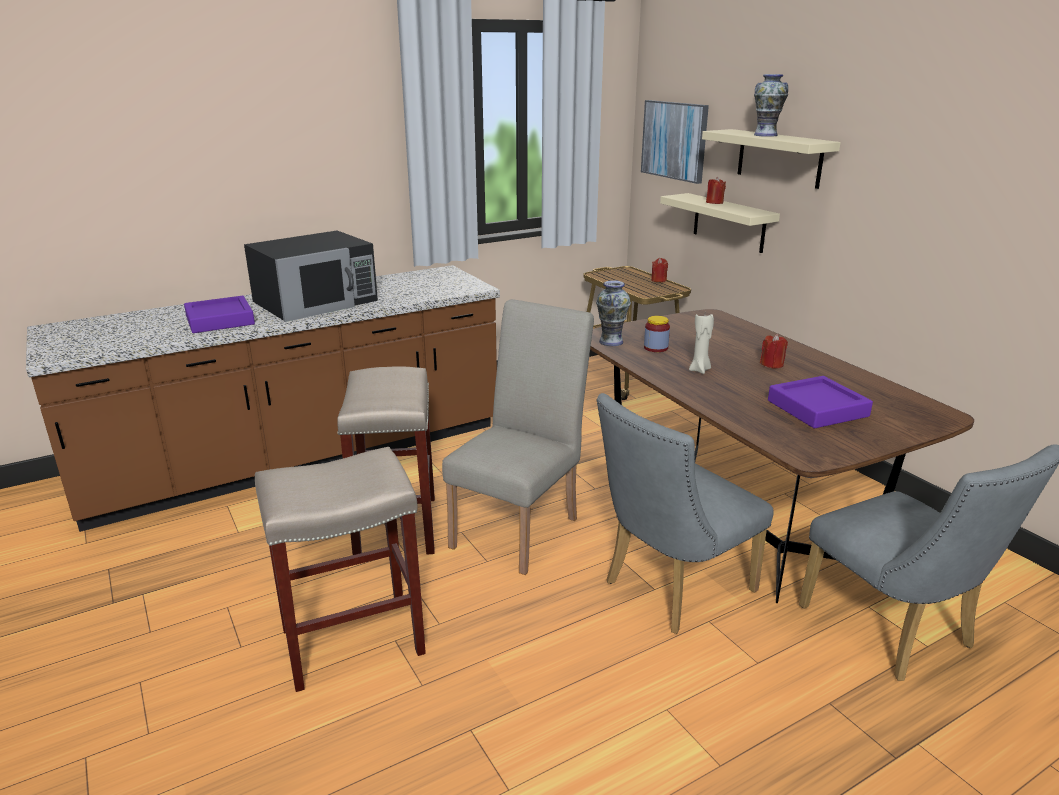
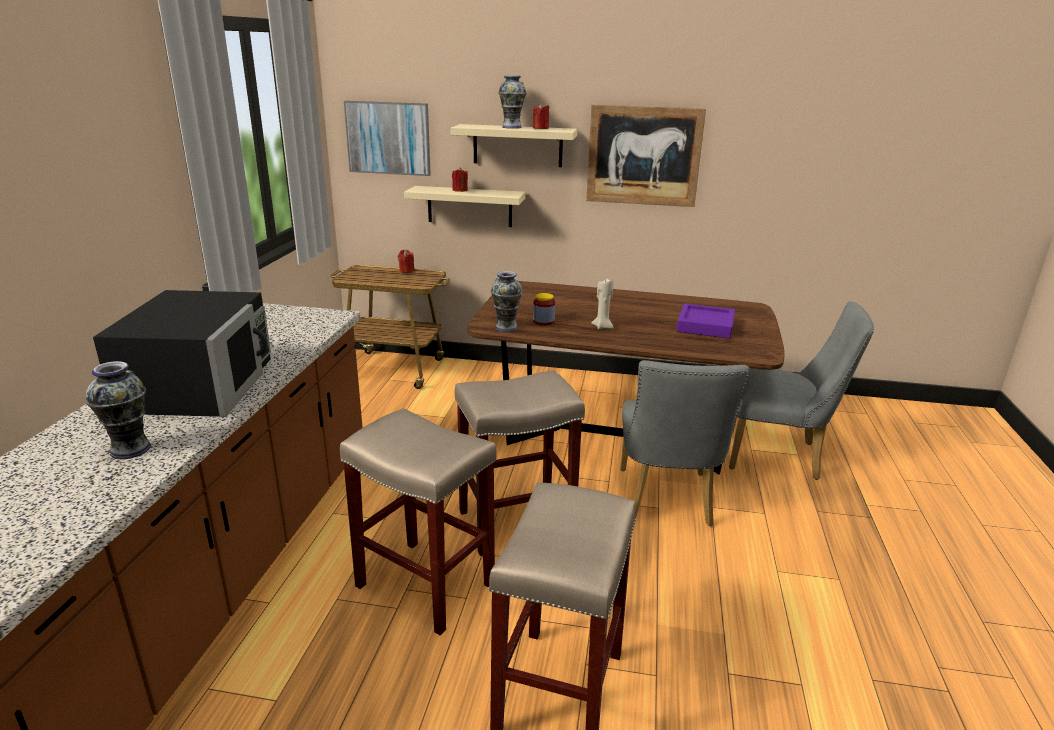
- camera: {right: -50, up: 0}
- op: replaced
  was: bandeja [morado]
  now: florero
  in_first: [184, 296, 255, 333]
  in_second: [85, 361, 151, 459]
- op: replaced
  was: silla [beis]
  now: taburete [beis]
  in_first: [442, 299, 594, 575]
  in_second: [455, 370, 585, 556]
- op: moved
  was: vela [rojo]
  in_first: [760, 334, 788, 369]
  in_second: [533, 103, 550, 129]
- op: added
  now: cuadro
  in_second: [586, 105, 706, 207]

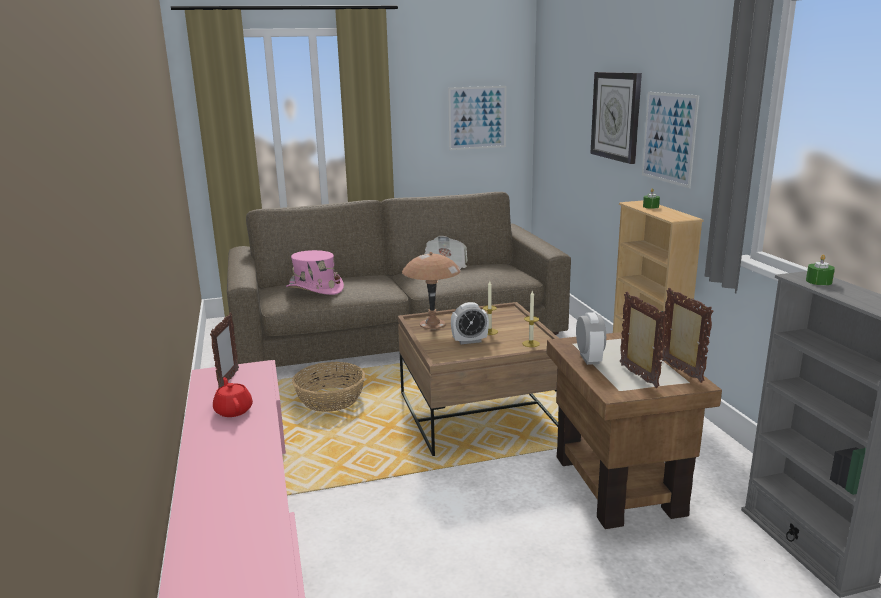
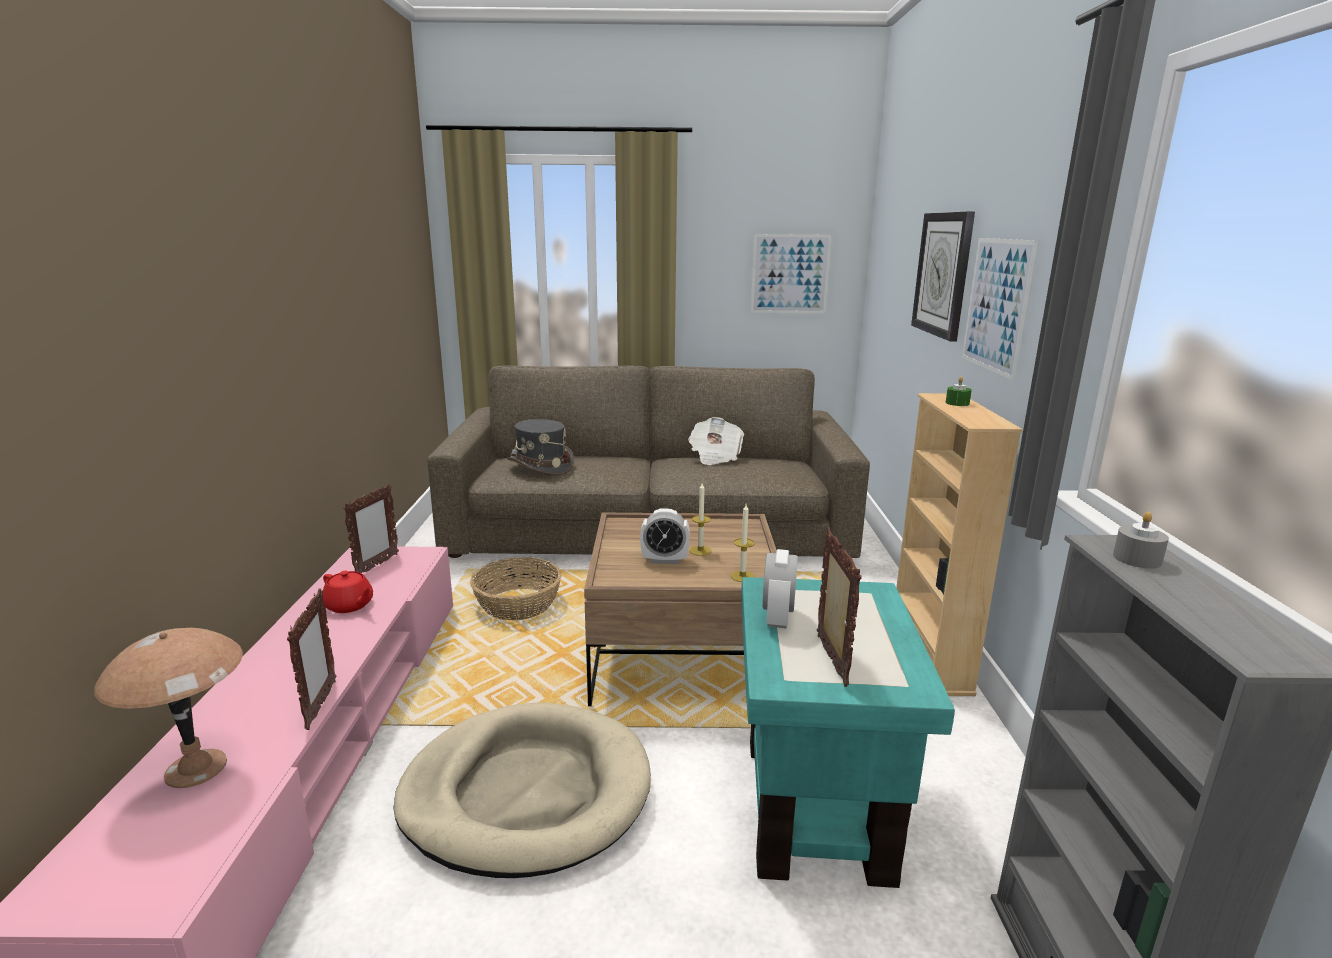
- camera: {right: 15, up: 0}
- op: recoloured
  was: sombrero [rosa]
  now: sombrero [gris]
  in_first: [286, 250, 344, 295]
  in_second: [507, 419, 575, 476]
- op: moved
  was: lámpara de mesa [marrón]
  in_first: [402, 252, 461, 329]
  in_second: [94, 628, 243, 788]
- op: recoloured
  was: vela [verde]
  now: vela [gris]
  in_first: [806, 254, 835, 285]
  in_second: [1113, 512, 1169, 569]
- op: moved
  was: portarretratos
  in_first: [662, 288, 714, 383]
  in_second: [287, 589, 336, 730]
- op: recoloured
  was: mesa auxiliar [marrón]
  now: mesa auxiliar [turquesa]
  in_first: [547, 332, 722, 529]
  in_second: [741, 577, 955, 888]
- op: turned
  was: tetera [rojo]
  in_first: [213, 377, 253, 417]
  in_second: [323, 571, 373, 613]
  clockwise: 135
- op: added
  now: cama para perro [beis]
  in_second: [393, 703, 651, 878]

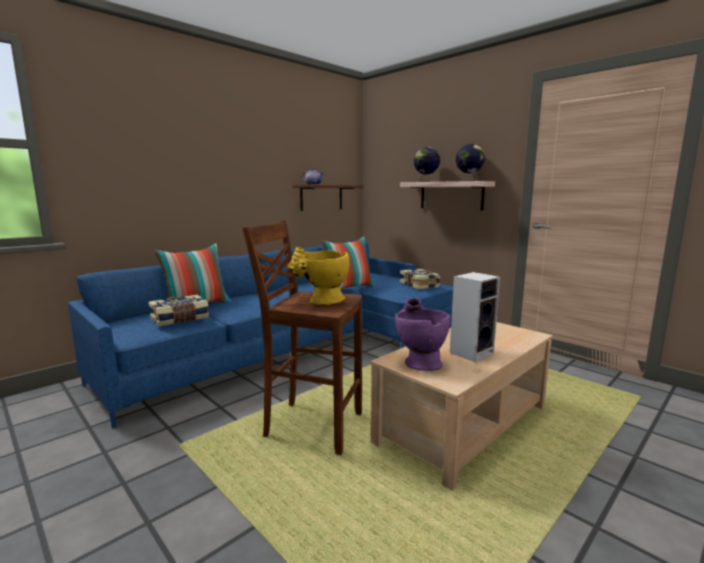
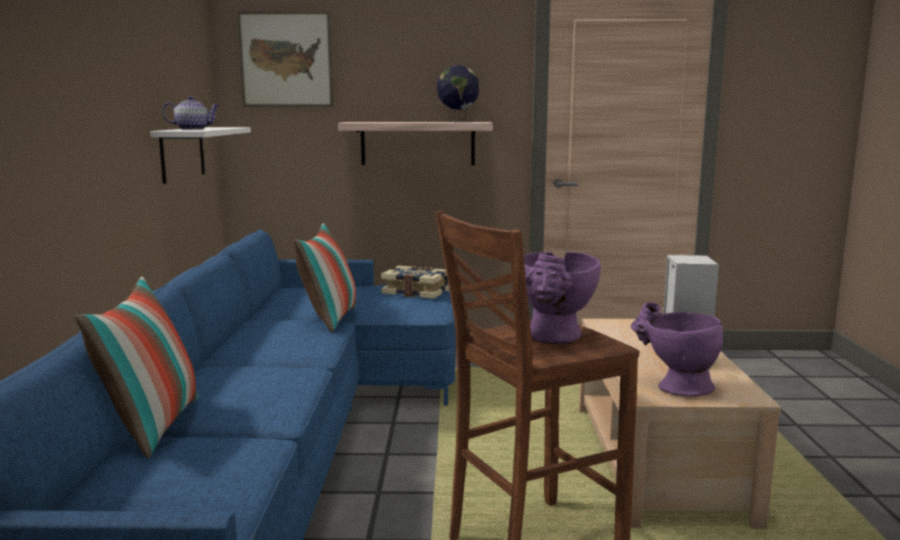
- camera: {right: -45, up: 0}
- op: removed
  was: globo terráqueo
  in_first: [414, 147, 440, 182]
- op: recoloured
  was: estante [marrón]
  now: estante [blanco]
  in_first: [292, 185, 364, 211]
  in_second: [150, 127, 251, 184]
- op: recoloured
  was: florero [amarillo]
  now: florero [morado]
  in_first: [287, 247, 349, 306]
  in_second: [524, 252, 601, 345]
- op: removed
  was: libro
  in_first: [148, 295, 209, 326]
- op: added
  now: cuadro
  in_second: [237, 11, 334, 107]

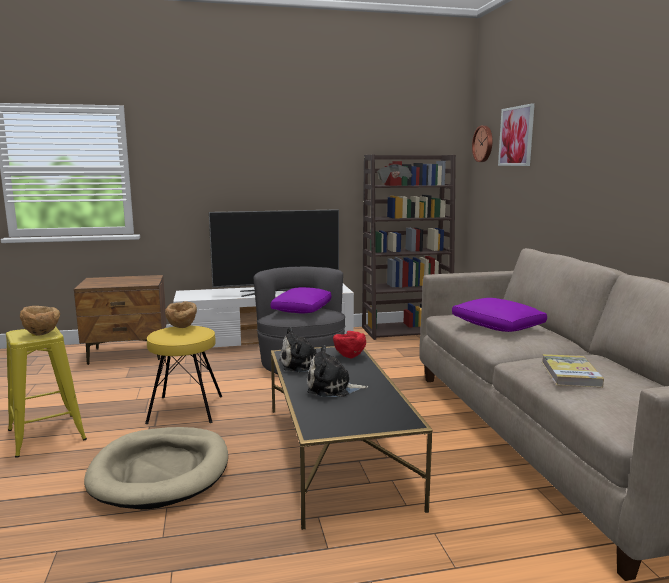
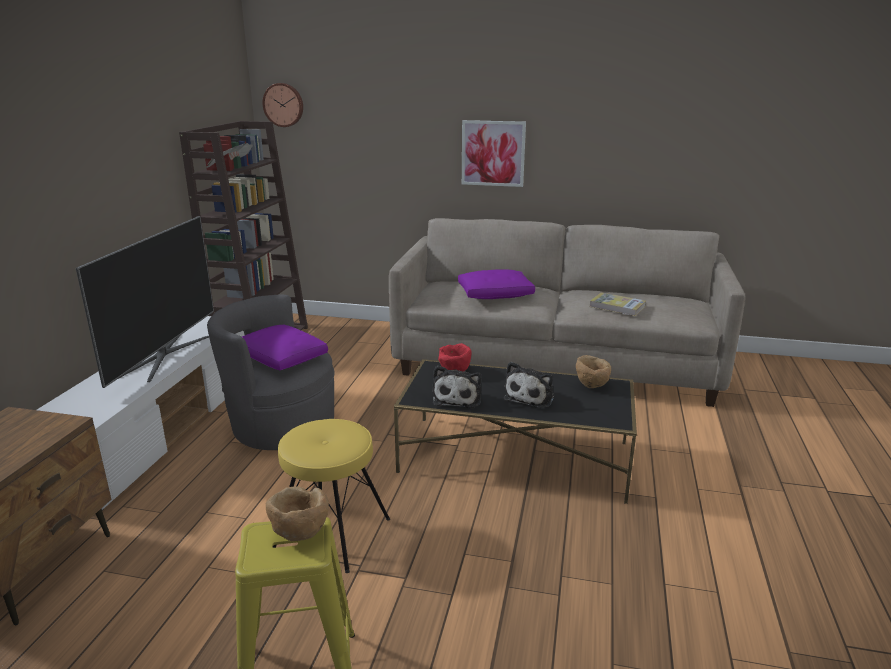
- camera: {right: -65, up: 10}
- op: moved
  was: cuadro
  in_first: [498, 103, 535, 166]
  in_second: [462, 120, 526, 187]
- op: moved
  was: cuenco [marrón]
  in_first: [165, 301, 197, 328]
  in_second: [576, 355, 611, 388]
- op: removed
  was: cama para perro [beis]
  in_first: [84, 427, 228, 510]

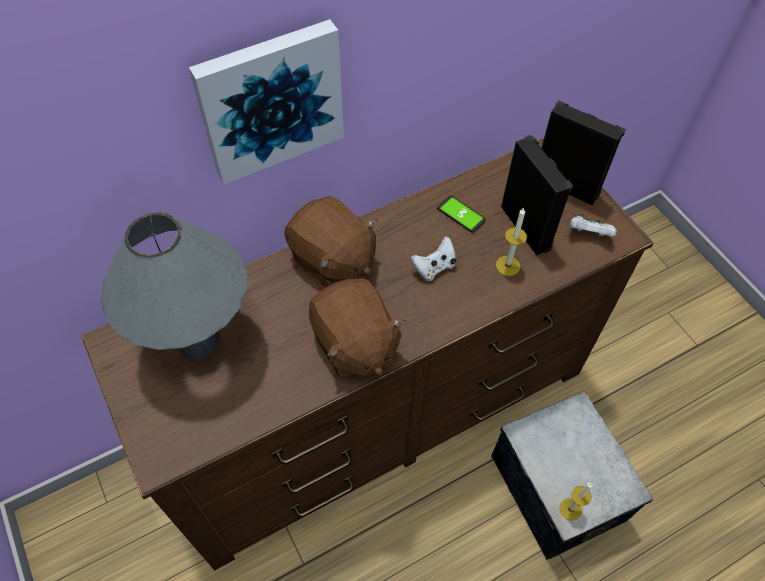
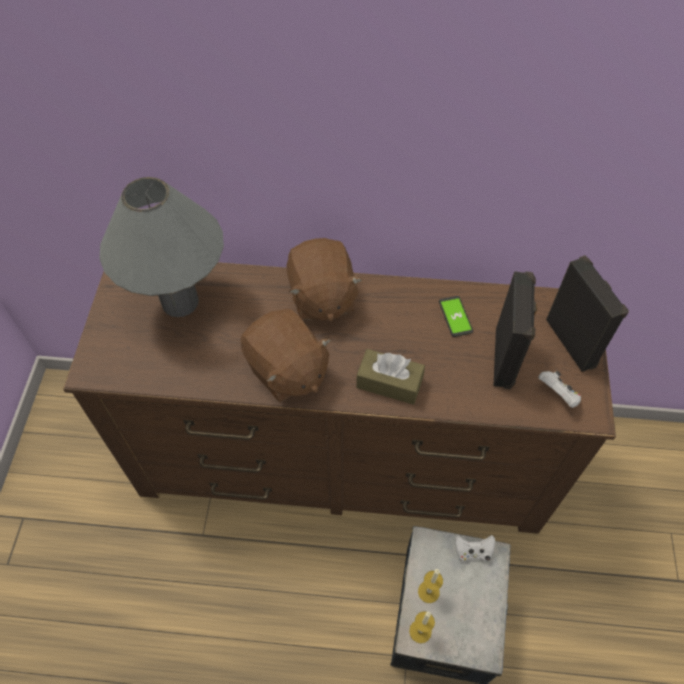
- camera: {right: 35, up: 0}
- op: removed
  was: cuadro
  in_first: [189, 19, 344, 184]
- op: moved
  was: vela
  in_first: [496, 207, 527, 276]
  in_second: [418, 569, 443, 603]
- op: moved
  was: mando de consola [blanco]
  in_first: [411, 237, 456, 281]
  in_second: [455, 535, 495, 562]
- op: turned
  was: peluche [marrón]
  in_first: [309, 279, 405, 378]
  in_second: [241, 309, 331, 402]
  clockwise: -45
- op: added
  now: caja de pañuelos [marrón]
  in_second: [356, 349, 425, 405]

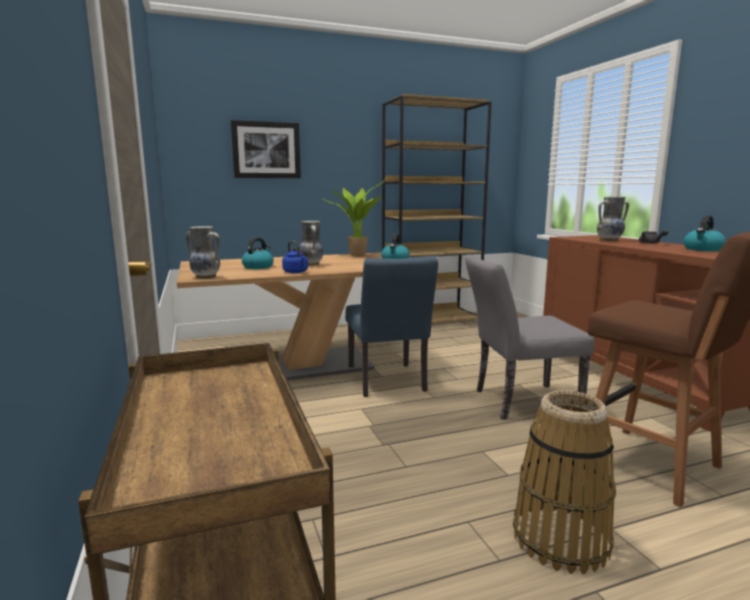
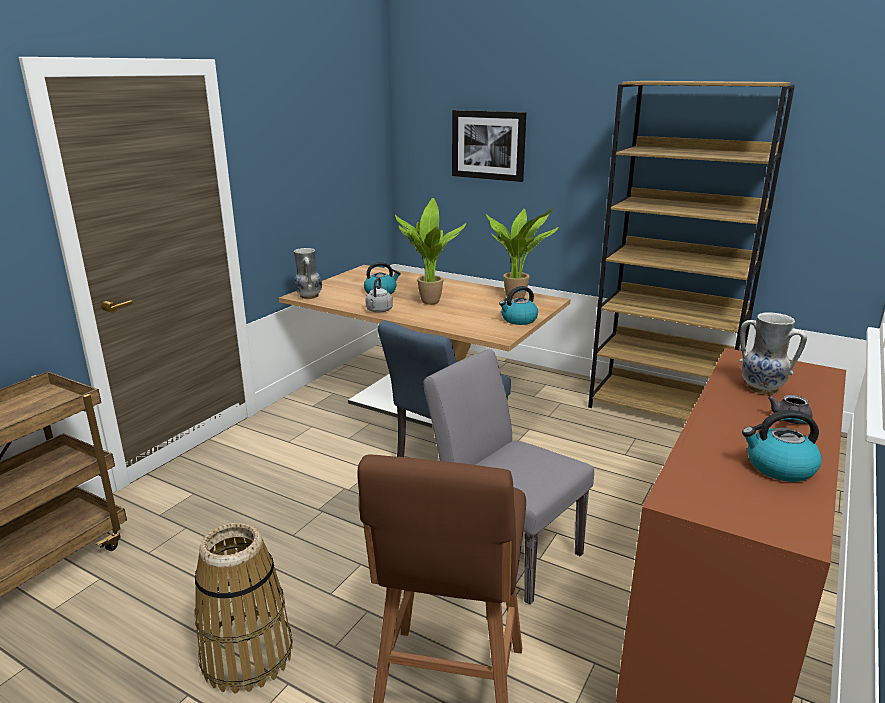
- camera: {right: 50, up: 10}
- op: replaced
  was: florero
  now: planta en maceta
  in_first: [299, 221, 323, 266]
  in_second: [395, 198, 466, 305]
- op: recoloured
  was: hervidor [azul]
  now: hervidor [gris]
  in_first: [282, 241, 308, 273]
  in_second: [365, 277, 393, 313]

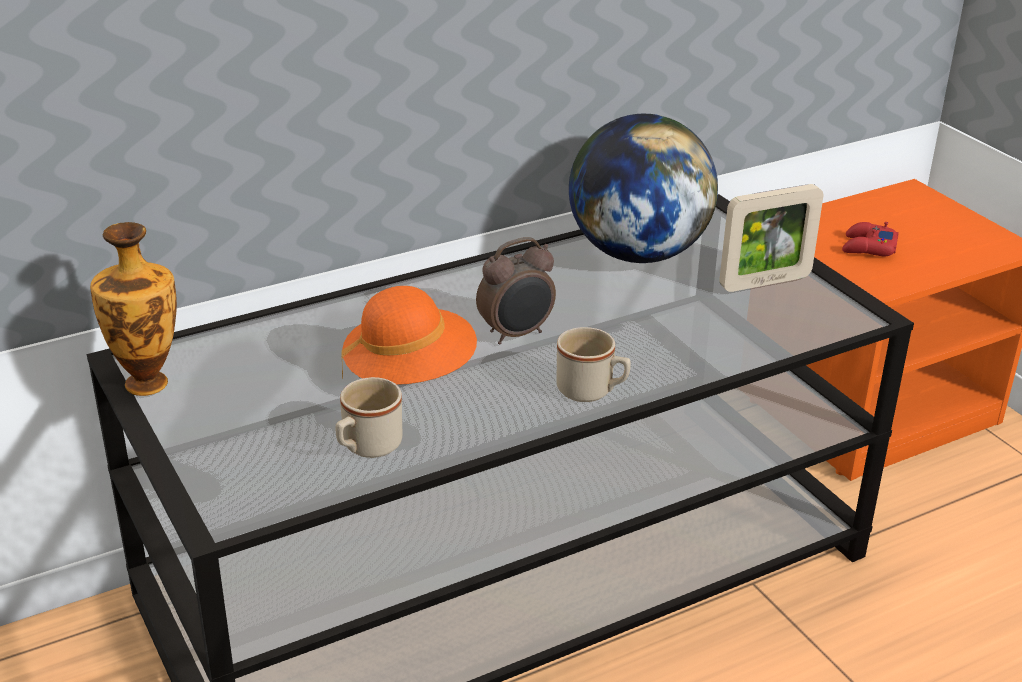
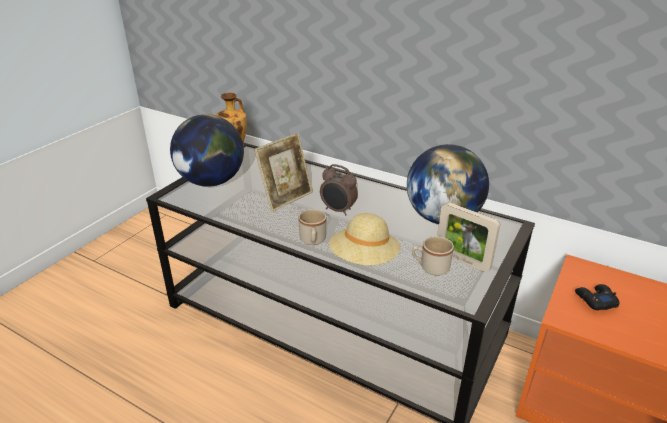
- camera: {right: 60, up: 0}
- op: recoloured
  was: mando de consola [rojo]
  now: mando de consola [negro]
  in_first: [842, 222, 899, 256]
  in_second: [575, 284, 620, 311]
- op: replaced
  was: sombrero [naranja]
  now: portarretratos
  in_first: [341, 286, 477, 385]
  in_second: [254, 133, 313, 212]
- op: moved
  was: taza grande [beis]
  in_first: [335, 377, 402, 458]
  in_second: [412, 236, 454, 276]
- op: added
  now: globo terráqueo
  in_second: [170, 114, 244, 187]
- op: added
  now: sombrero [beis]
  in_second: [329, 213, 401, 266]

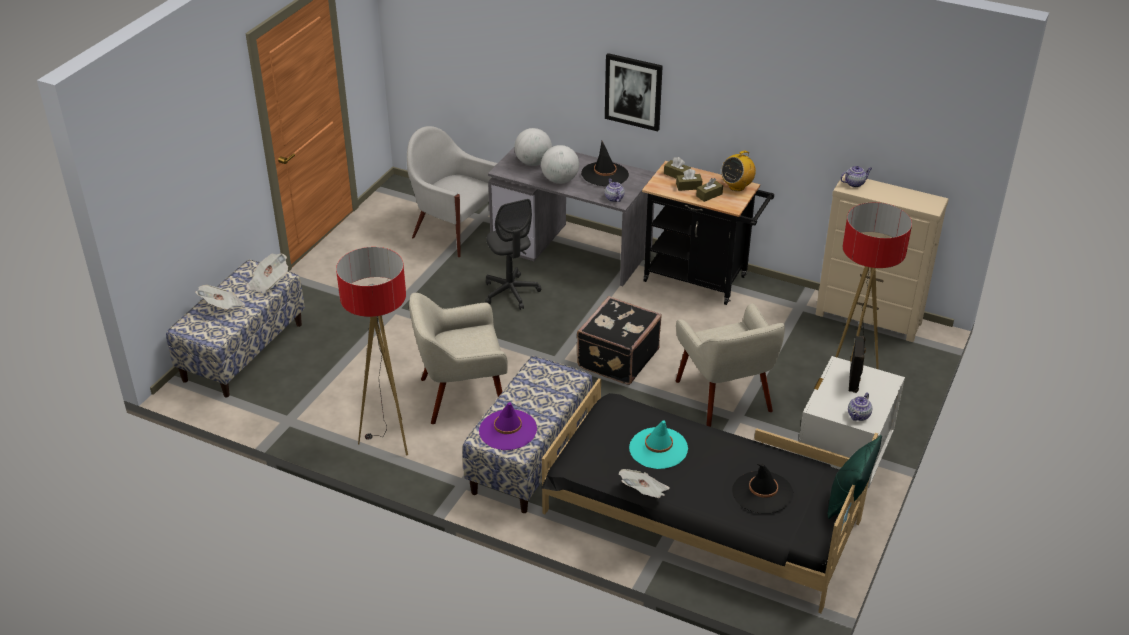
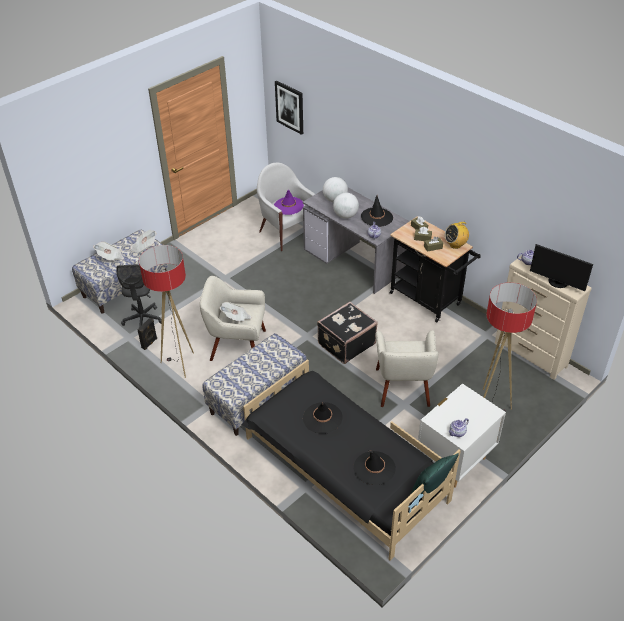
- camera: {right: 20, up: 5}
- op: moved
  was: cuadro
  in_first: [605, 53, 663, 131]
  in_second: [275, 80, 303, 135]
- op: moved
  was: silla de oficina [gris]
  in_first: [485, 199, 541, 310]
  in_second: [116, 265, 162, 327]
- op: moved
  was: altavoz [negro]
  in_first: [849, 336, 866, 393]
  in_second: [137, 318, 157, 350]
- op: moved
  was: sombrero [morado]
  in_first: [479, 402, 537, 450]
  in_second: [274, 190, 304, 215]
- op: recoloured
  was: sombrero [turquesa]
  now: sombrero [negro]
  in_first: [629, 421, 688, 469]
  in_second: [303, 402, 343, 434]
- op: moved
  was: periódico
  in_first: [619, 469, 670, 498]
  in_second: [219, 302, 252, 322]
- op: added
  now: monitor
  in_second: [530, 244, 593, 291]

